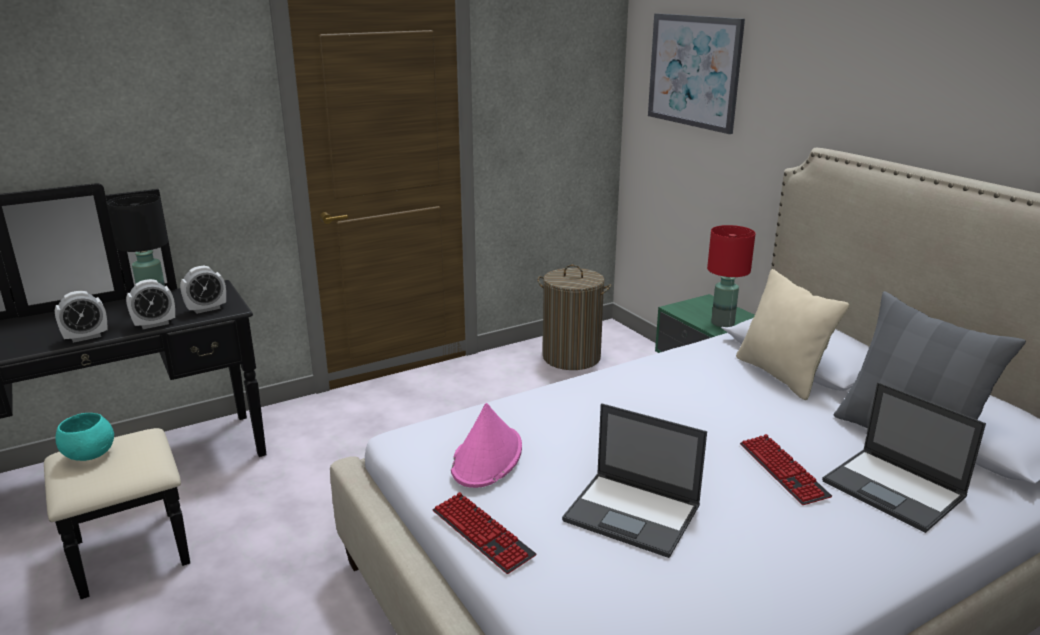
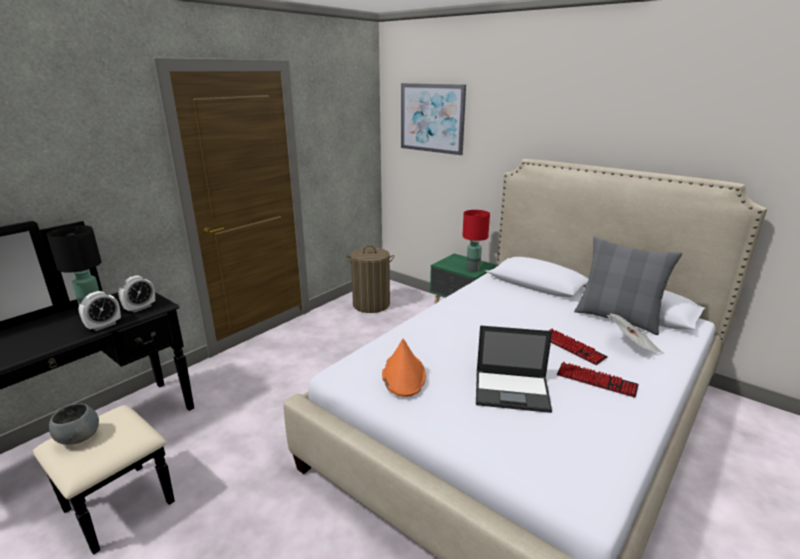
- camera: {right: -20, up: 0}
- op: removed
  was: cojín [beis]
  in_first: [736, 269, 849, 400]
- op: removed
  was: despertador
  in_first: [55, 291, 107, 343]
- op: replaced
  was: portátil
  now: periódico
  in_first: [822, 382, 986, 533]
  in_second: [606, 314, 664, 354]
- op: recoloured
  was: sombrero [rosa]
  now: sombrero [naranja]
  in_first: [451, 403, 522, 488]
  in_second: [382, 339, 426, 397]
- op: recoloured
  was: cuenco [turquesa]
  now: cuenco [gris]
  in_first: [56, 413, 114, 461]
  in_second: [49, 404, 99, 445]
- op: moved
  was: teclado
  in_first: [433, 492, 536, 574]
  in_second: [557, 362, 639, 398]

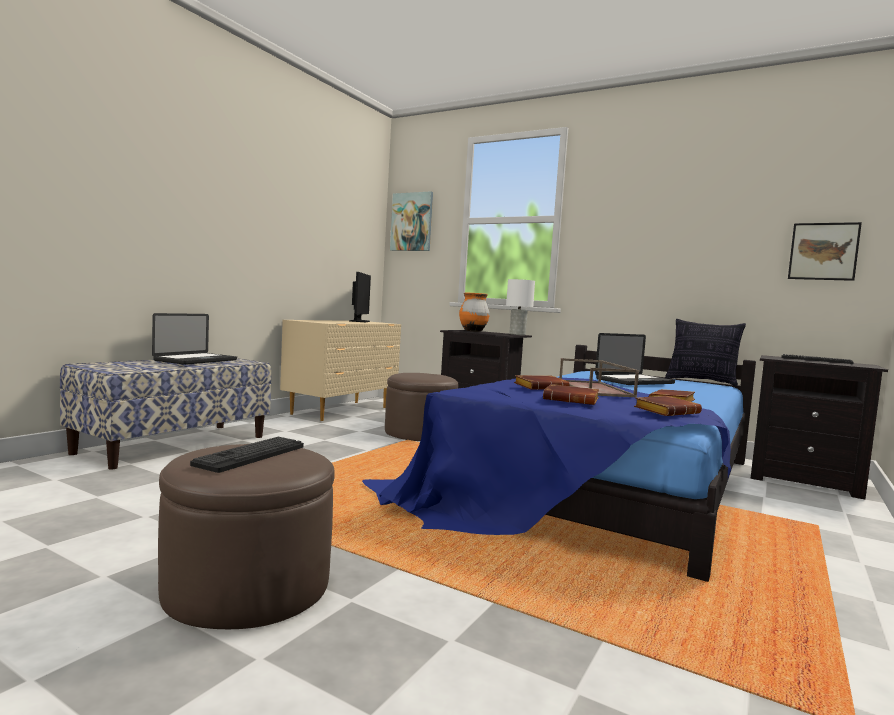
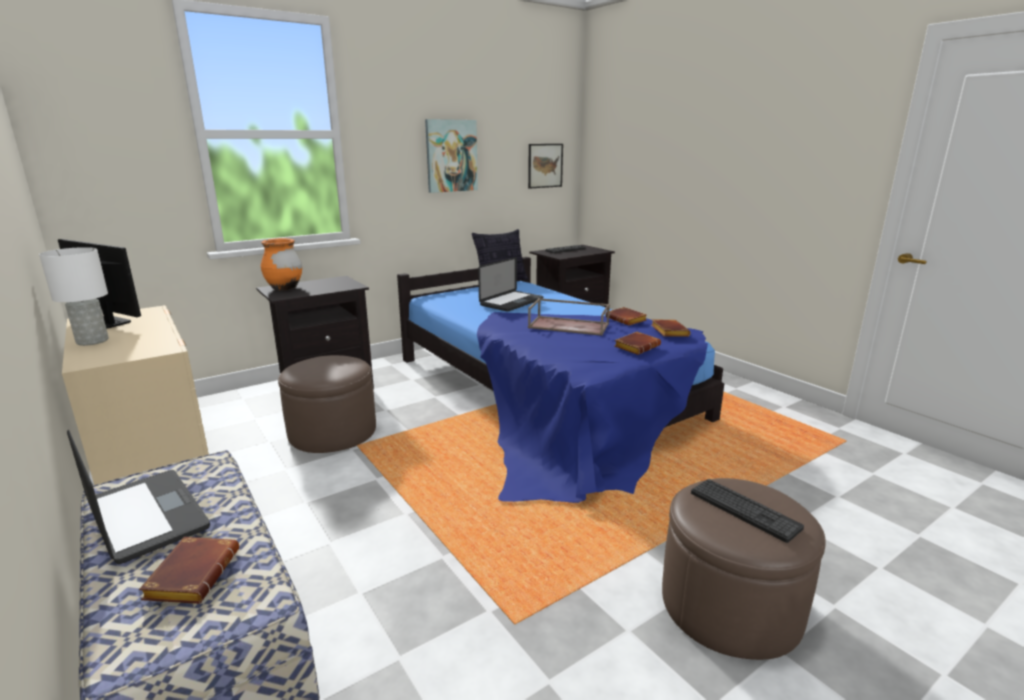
- camera: {right: -65, up: 15}
- op: moved
  was: cuadro
  in_first: [390, 191, 433, 251]
  in_second: [425, 119, 478, 193]
- op: moved
  was: lámpara de mesa [blanco]
  in_first: [506, 279, 535, 335]
  in_second: [39, 247, 109, 346]
- op: turned
  was: portátil
  in_first: [595, 333, 675, 385]
  in_second: [478, 257, 543, 312]
  clockwise: 45
- op: moved
  was: libro [marrón]
  in_first: [514, 375, 569, 390]
  in_second: [139, 537, 239, 604]

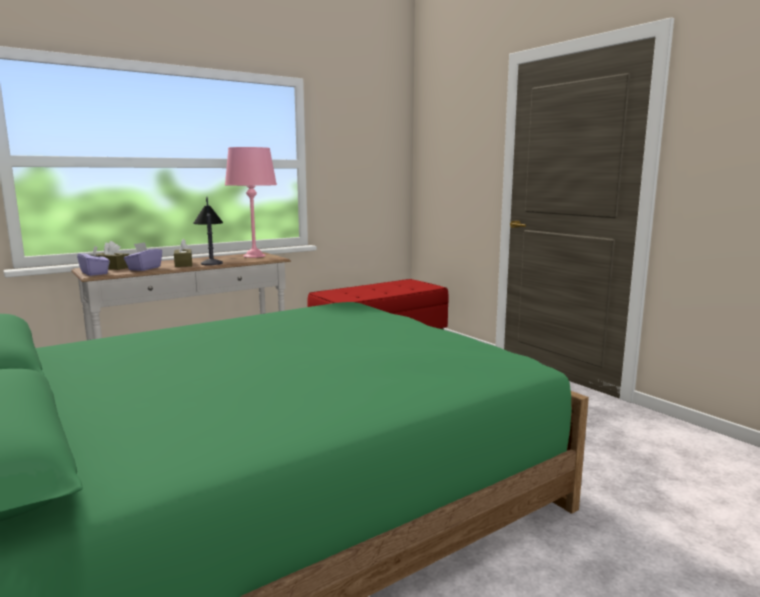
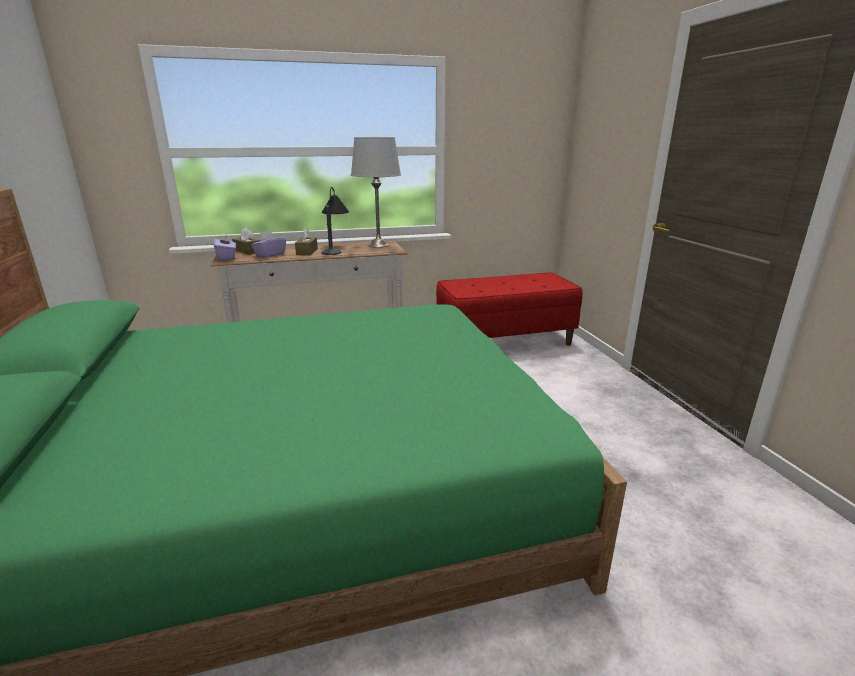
- camera: {right: 20, up: 10}
- op: recoloured
  was: lámpara de mesa [rosa]
  now: lámpara de mesa [gris]
  in_first: [225, 147, 277, 258]
  in_second: [351, 137, 401, 248]

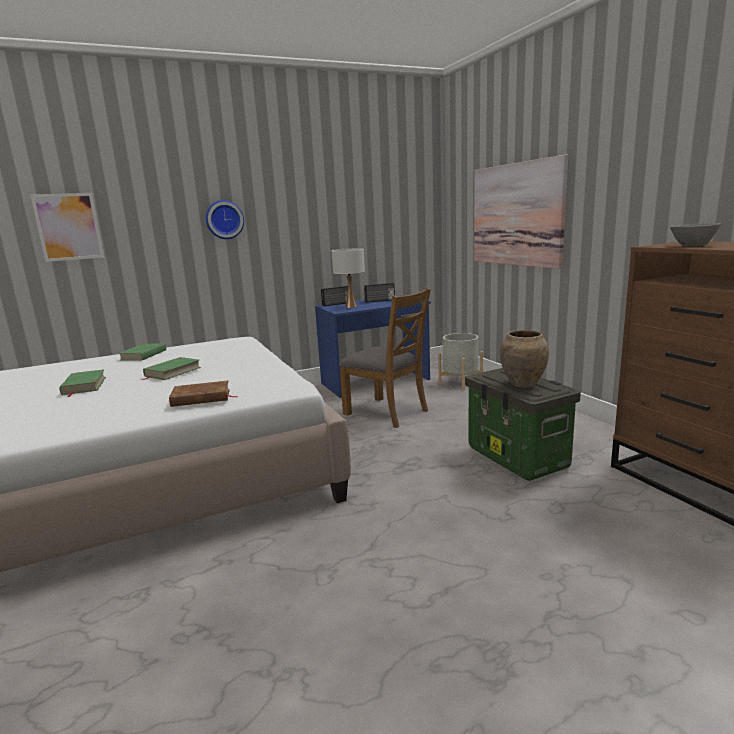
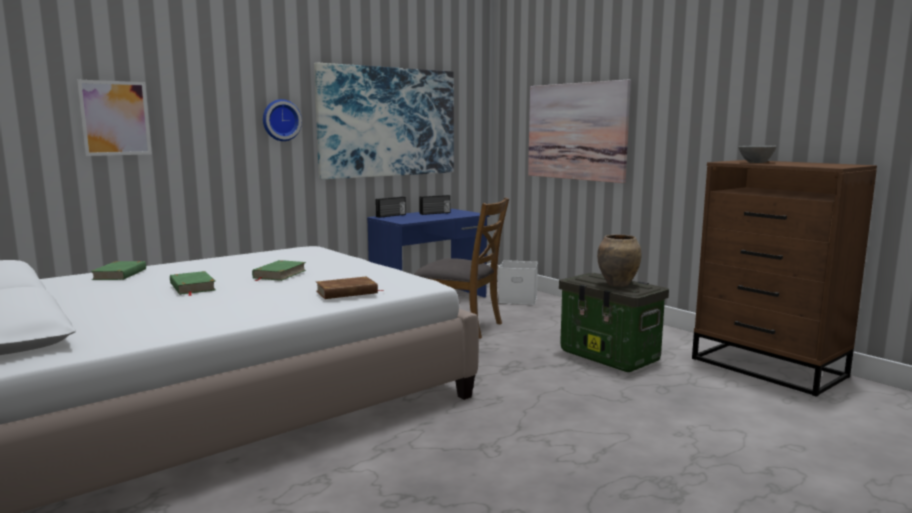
- camera: {right: -15, up: -5}
- op: removed
  was: lámpara de mesa [blanco]
  in_first: [332, 248, 365, 308]
- op: replaced
  was: maceta [gris]
  now: caja de almacenaje [blanco]
  in_first: [438, 333, 483, 390]
  in_second: [499, 260, 538, 305]
- op: moved
  was: libro [verde]
  in_first: [118, 344, 166, 361]
  in_second: [90, 261, 146, 280]
- op: added
  now: cuadro
  in_second: [314, 63, 454, 180]

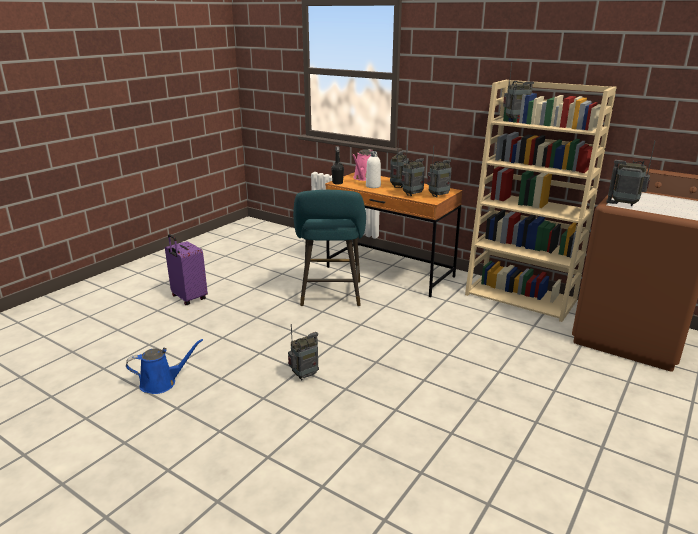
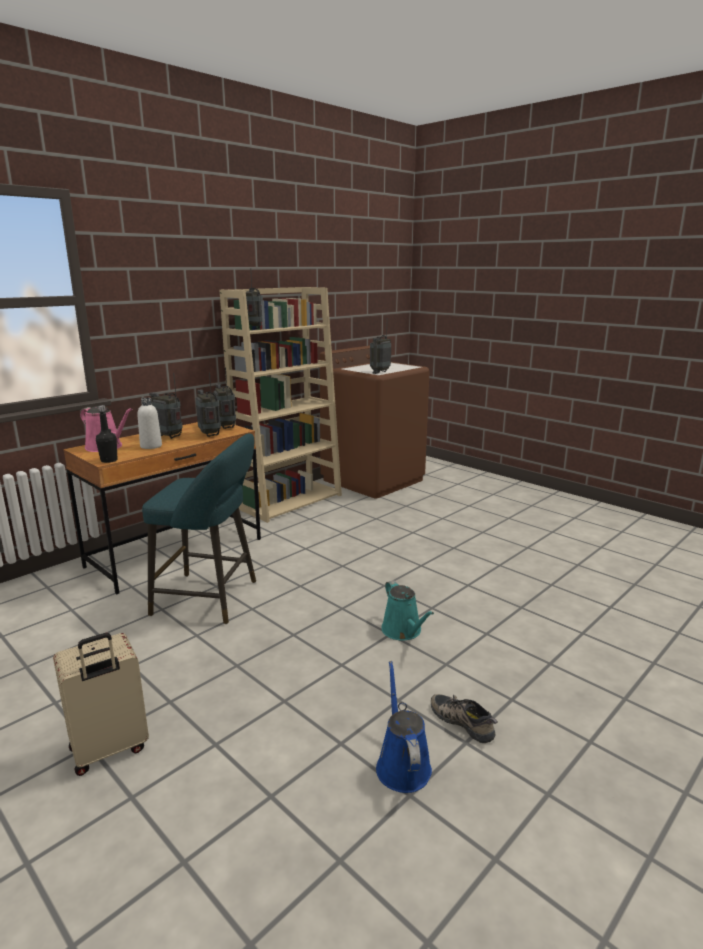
- camera: {right: -80, up: -5}
- op: recoloured
  was: maleta [morado]
  now: maleta [beis]
  in_first: [165, 234, 208, 305]
  in_second: [53, 633, 149, 776]
- op: replaced
  was: radio
  now: regadera [turquesa]
  in_first: [288, 324, 319, 381]
  in_second: [381, 580, 434, 641]
- op: added
  now: zapato
  in_second: [431, 694, 498, 743]

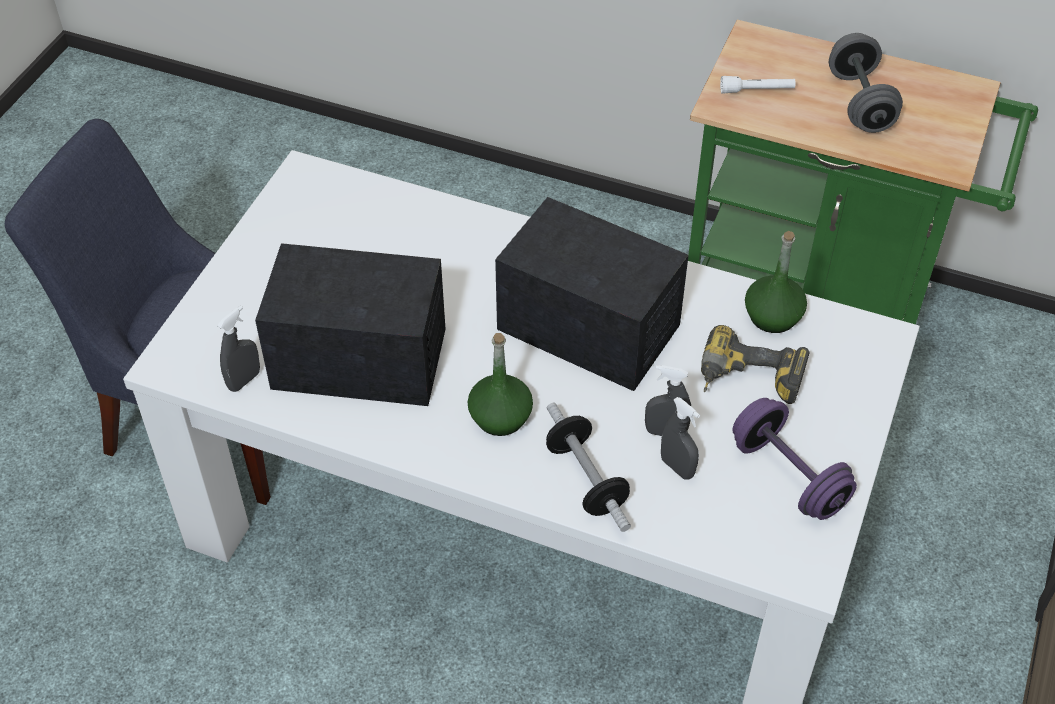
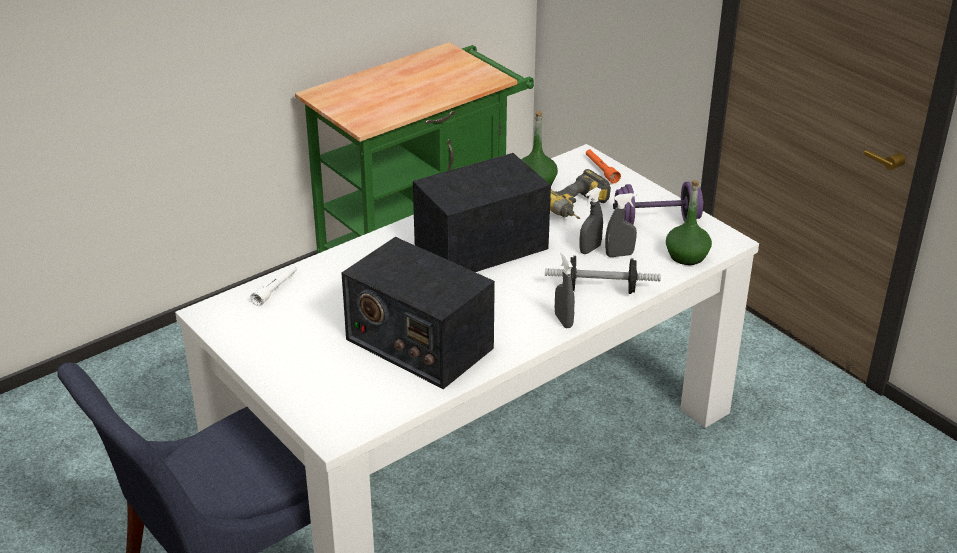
- camera: {right: -60, up: -15}
- op: removed
  was: mancuerna [gris]
  in_first: [829, 33, 903, 133]
- op: moved
  was: linterna [blanco]
  in_first: [720, 76, 796, 93]
  in_second: [250, 264, 297, 306]
- op: turned
  was: radio
  in_first: [255, 243, 445, 406]
  in_second: [341, 237, 495, 389]
  clockwise: -90
- op: moved
  was: pulverizador [gris]
  in_first: [217, 305, 260, 392]
  in_second: [555, 252, 575, 328]
- op: moved
  was: botella [verde]
  in_first: [468, 333, 533, 436]
  in_second: [666, 180, 712, 265]
- op: added
  now: linterna [naranja]
  in_second: [586, 149, 621, 184]

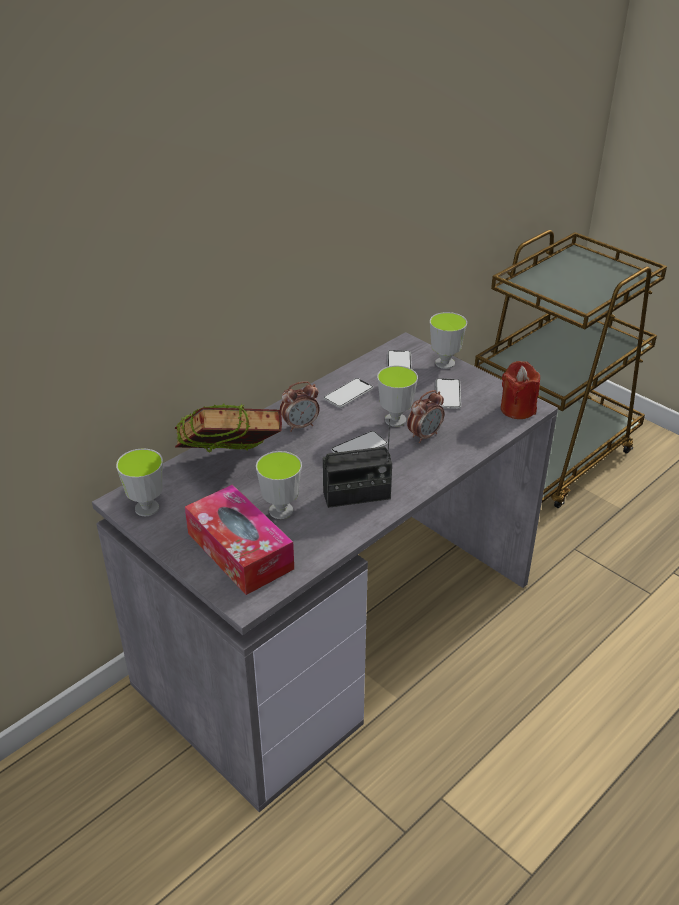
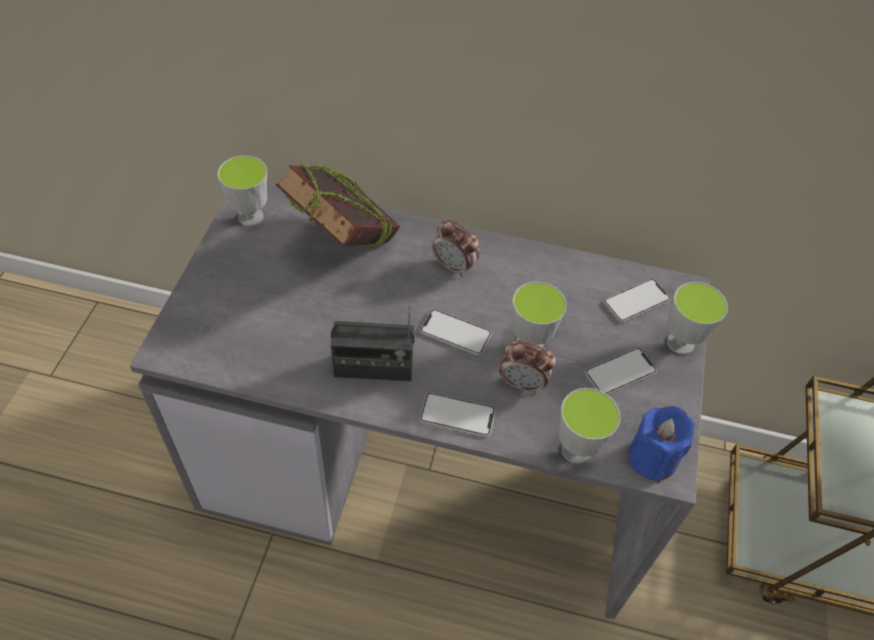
- camera: {right: 55, up: 15}
- op: recoloured
  was: vela [rojo]
  now: vela [azul]
  in_first: [501, 361, 540, 419]
  in_second: [628, 406, 695, 483]
- op: moved
  was: móvil
  in_first: [323, 378, 373, 408]
  in_second: [420, 393, 495, 437]
- op: turned
  was: radio
  in_first: [323, 419, 392, 508]
  in_second: [331, 306, 415, 381]
  clockwise: -45
- op: moved
  was: taza
  in_first: [256, 451, 302, 519]
  in_second: [559, 388, 621, 464]
- op: removed
  was: caja de pañuelos
  in_first: [185, 484, 294, 595]

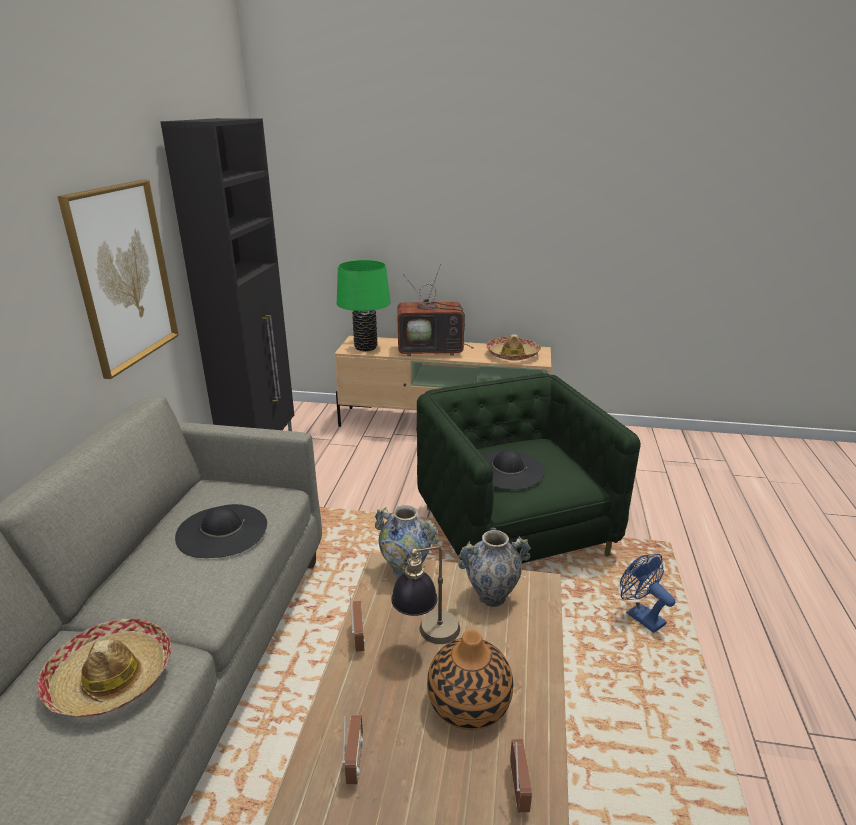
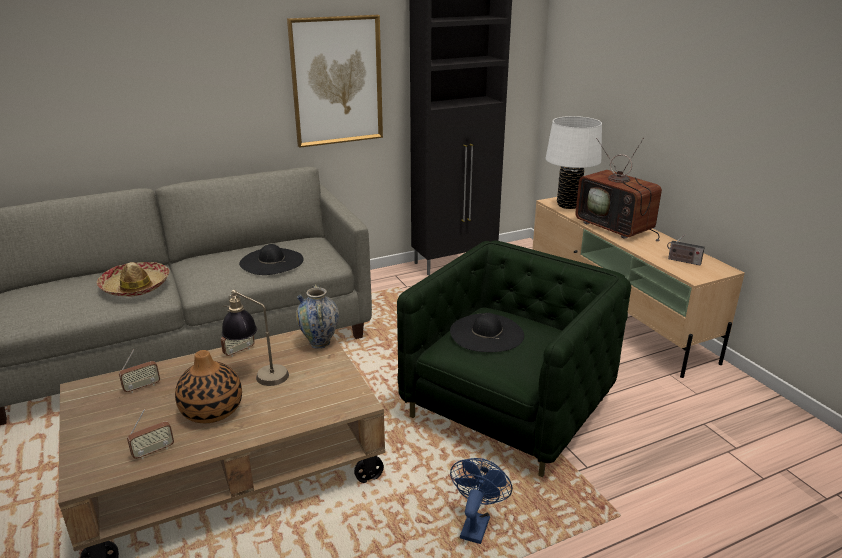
- camera: {right: 55, up: 0}
- op: recoloured
  was: lámpara de mesa [verde]
  now: lámpara de mesa [blanco]
  in_first: [337, 260, 391, 351]
  in_second: [546, 116, 602, 209]
- op: replaced
  was: sombrero
  now: radio
  in_first: [486, 334, 541, 361]
  in_second: [667, 235, 705, 265]
- op: removed
  was: florero
  in_first: [458, 528, 531, 607]

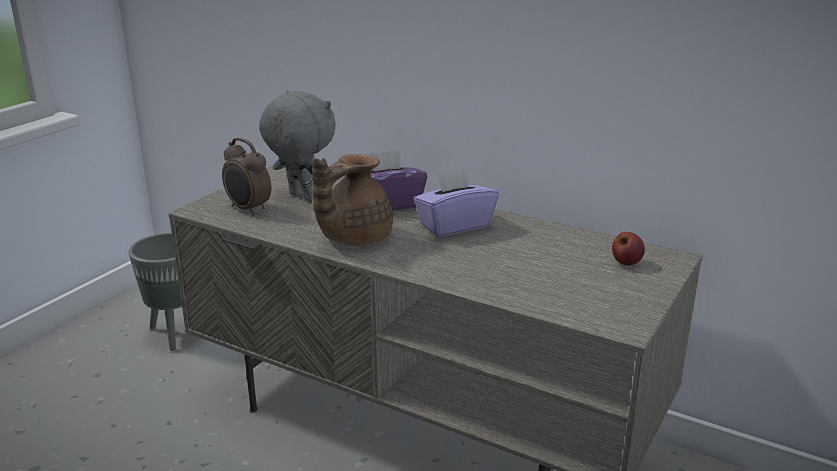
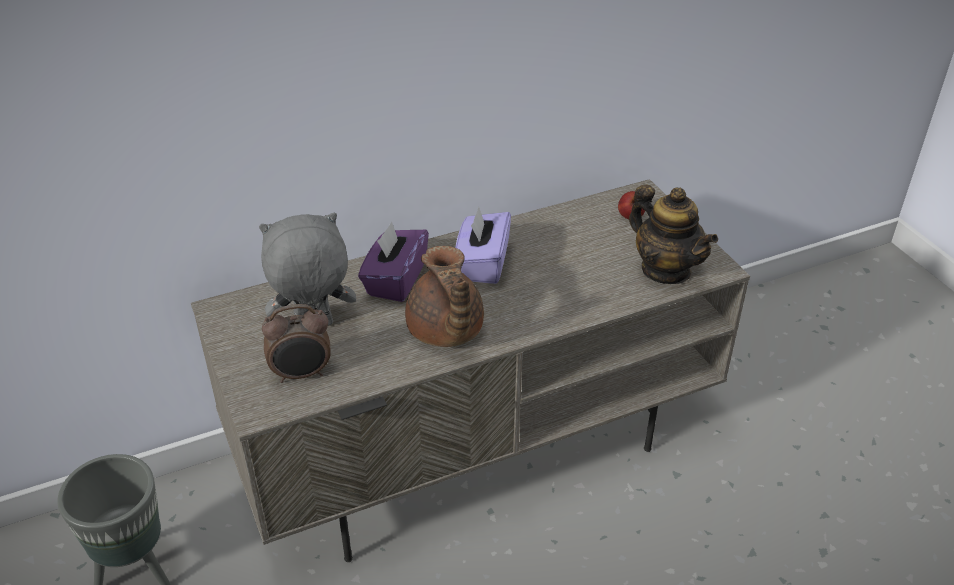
- camera: {right: -55, up: 15}
- op: added
  now: tetera
  in_second: [629, 184, 718, 284]

